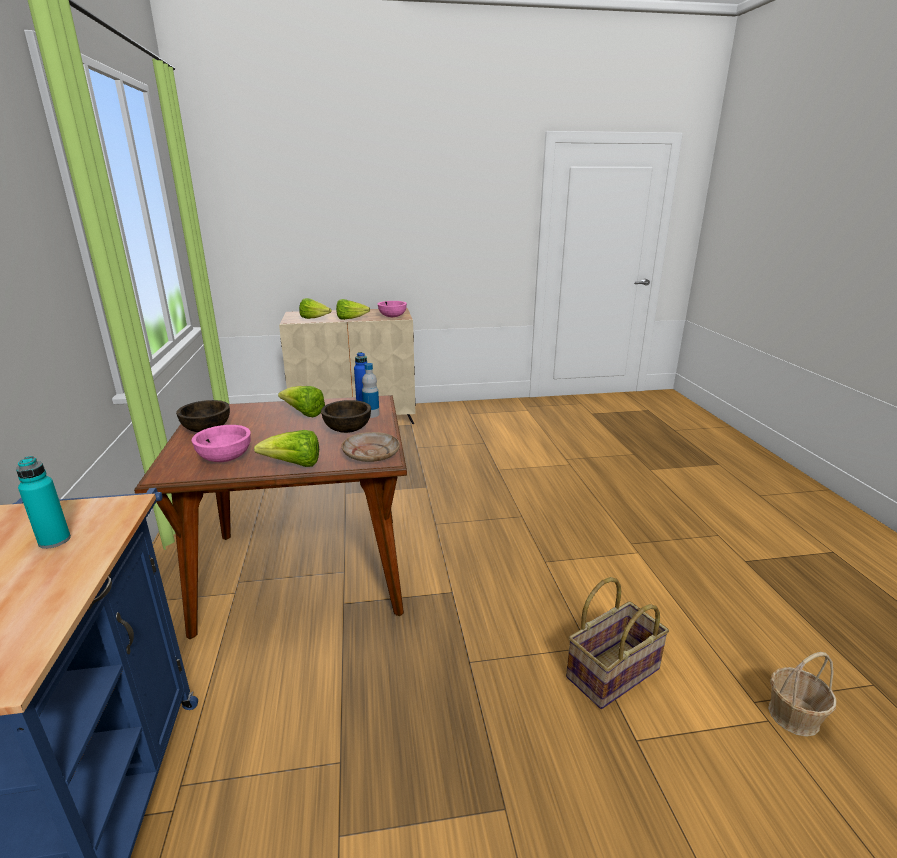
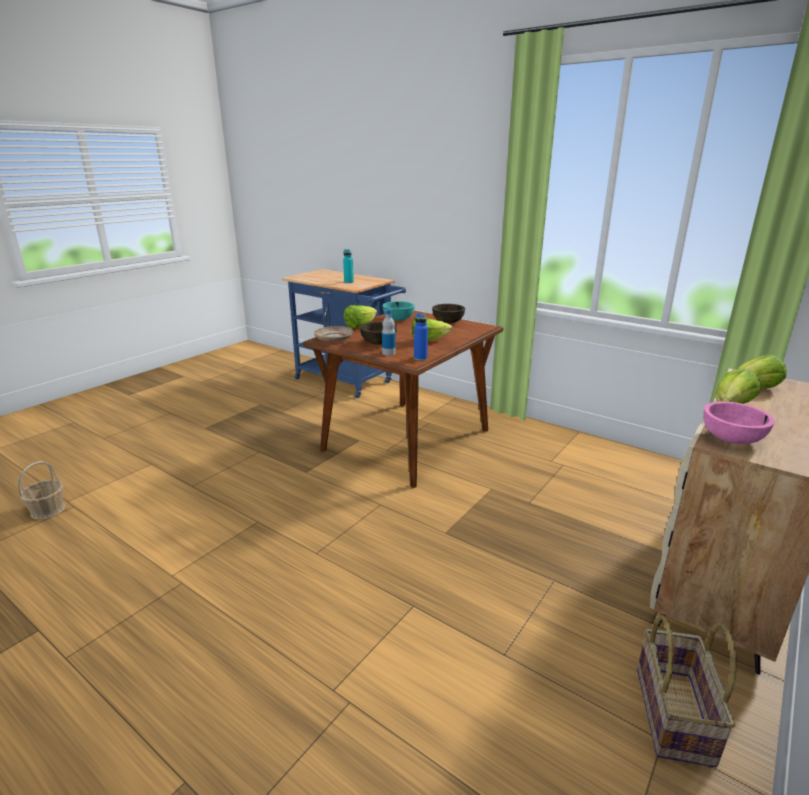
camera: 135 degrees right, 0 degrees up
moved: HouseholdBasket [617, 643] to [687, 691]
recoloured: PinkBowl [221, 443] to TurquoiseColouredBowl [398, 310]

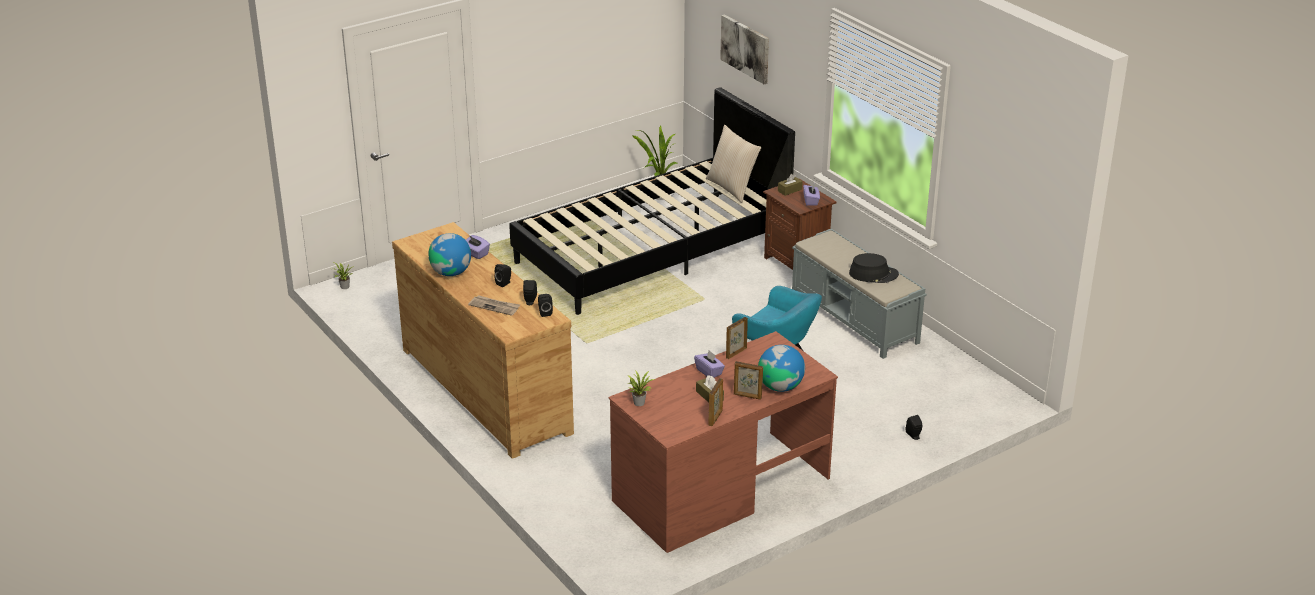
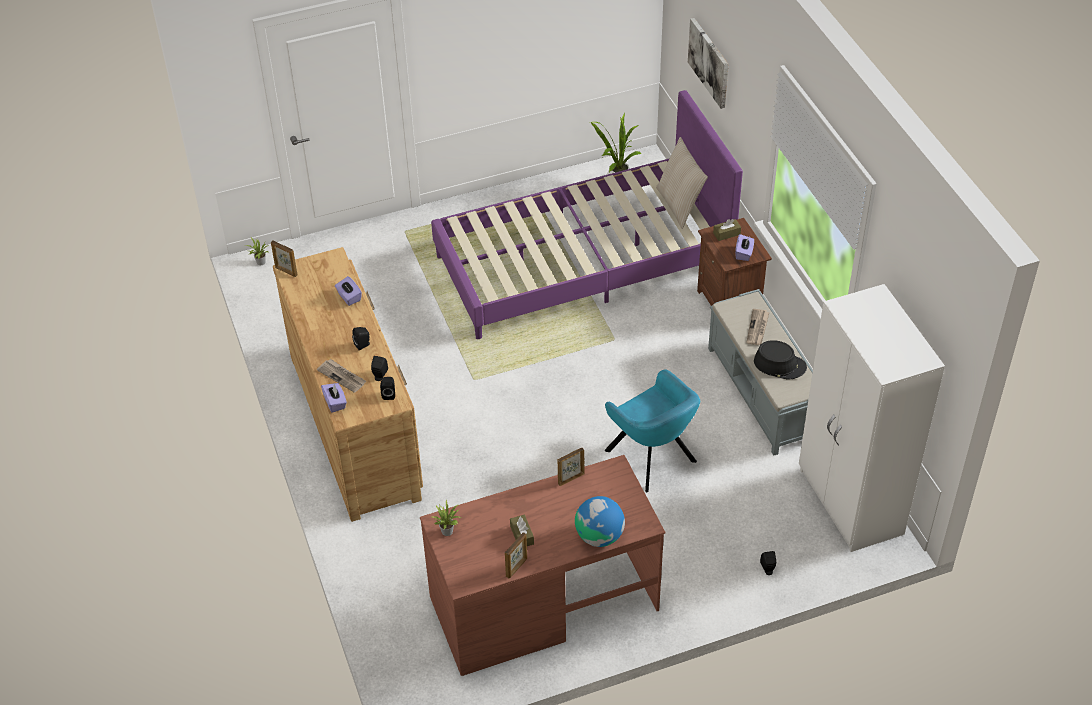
camera: 15 degrees right, 15 degrees up
removed: WorldGlobe [449, 254]
added: PrintedPaper [758, 327]; WhitishWardrobe [872, 418]
moved: PurpleTissueBox [709, 364] to [334, 398]; PhotoFrame [748, 380] to [284, 259]
recoloured: BlackishBedroomBed [652, 201] to PurpleBedroomBed [587, 214]

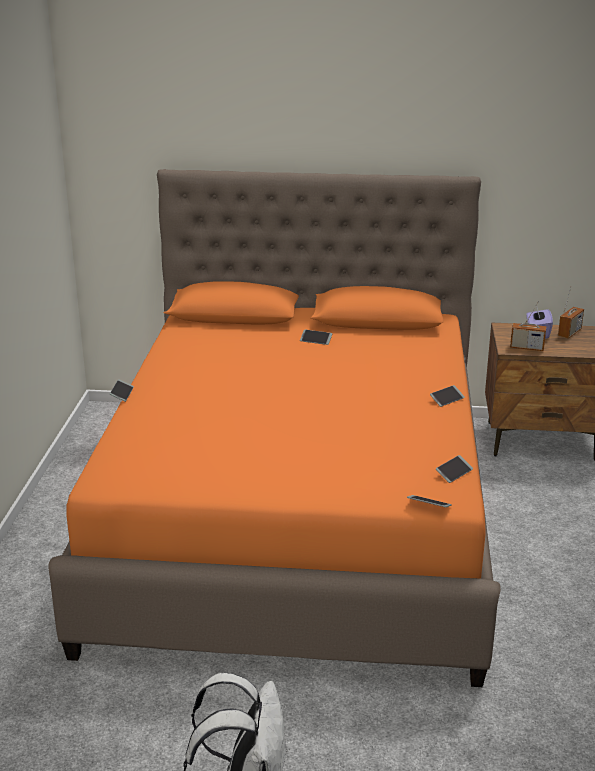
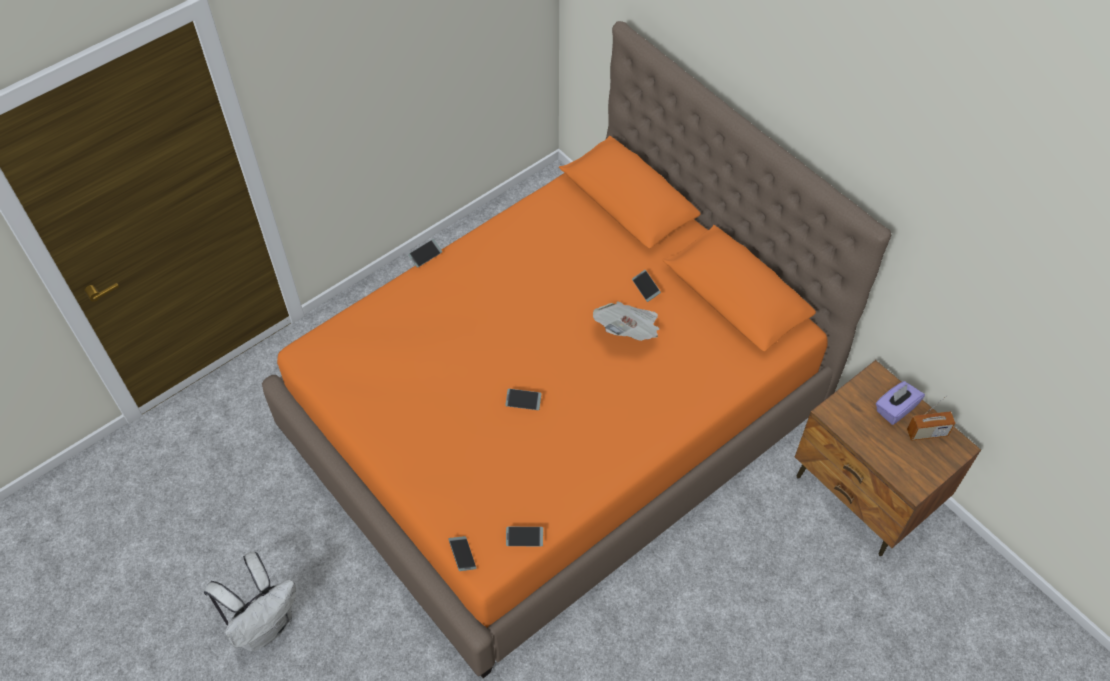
camera: 45 degrees right, 30 degrees up
removed: RadioSet [528, 326]
added: PrintedPaper [626, 321]
moved: Handset [447, 396] to [523, 399]

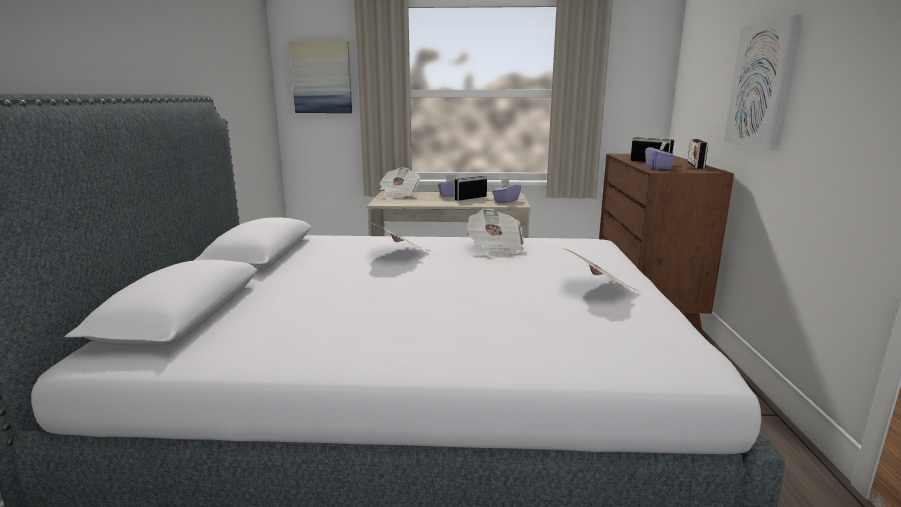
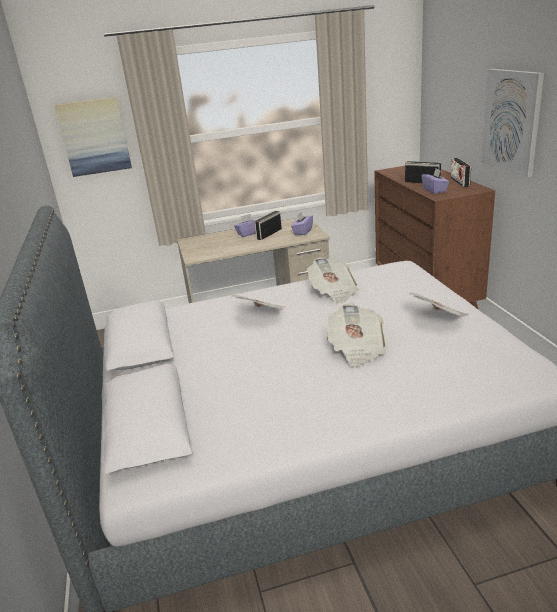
camera: 15 degrees left, 10 degrees up
moved: PrintedPaper [400, 183] to [356, 335]

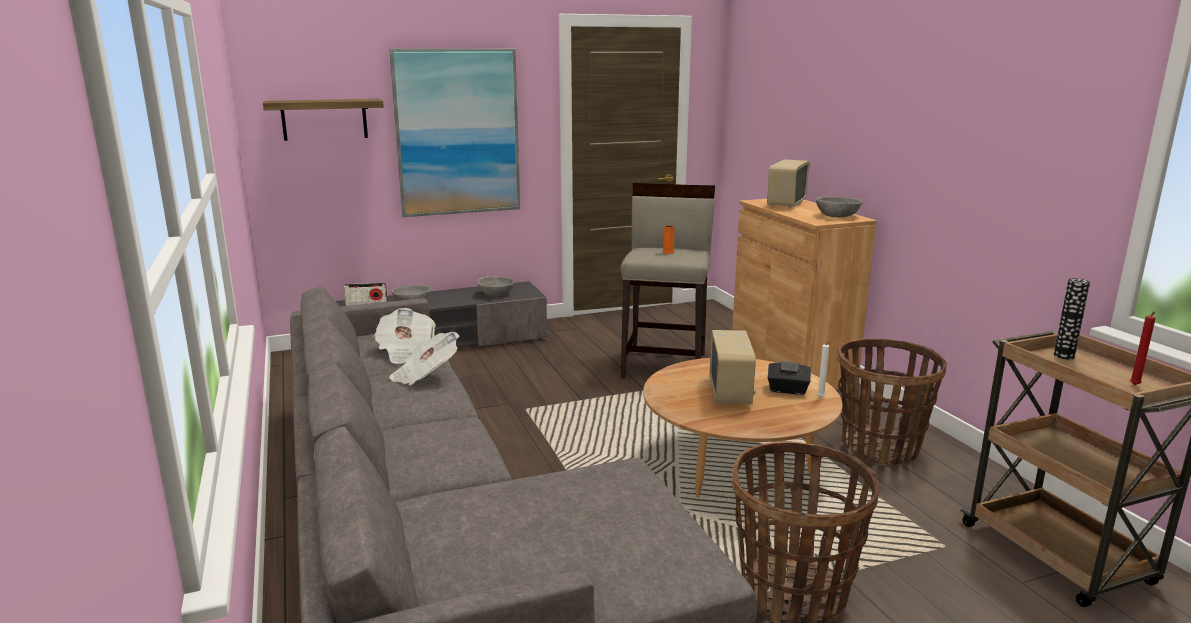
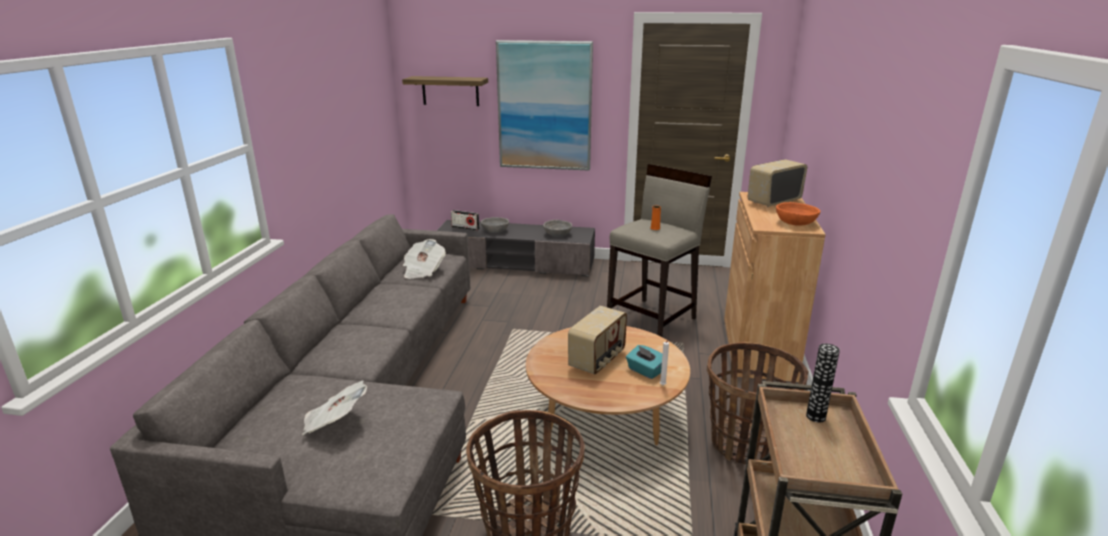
camera: 30 degrees right, 5 degrees up
removed: ReddishWaxCandle [1143, 348]
moved: PrintedPaper [424, 358] to [334, 407]
recoloured: BlackishTissueBox [789, 378] to TurquoiseColouredTissueBox [644, 362]; GreyishBowl [839, 207] to OrangeBowl [798, 214]

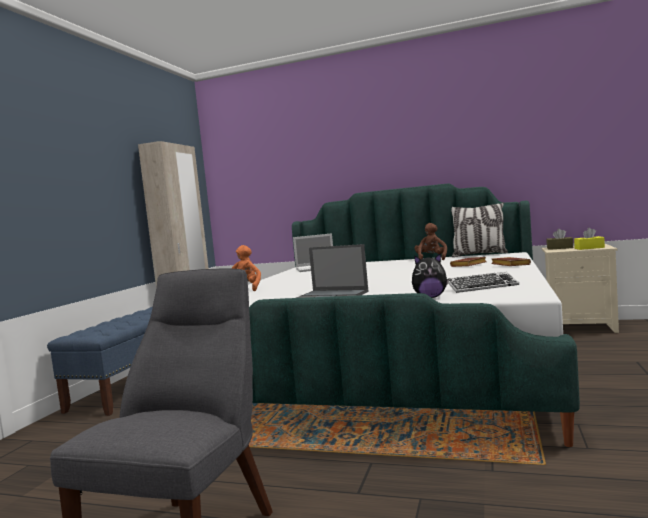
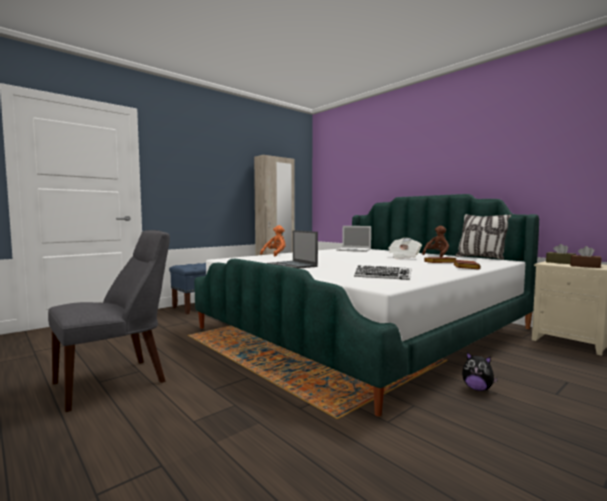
camera: 30 degrees right, 0 degrees up
added: PrintedPaper [405, 248]
moved: CuddlyToy [430, 275] to [480, 371]
recoloured: YellowishTissueBox [589, 239] to BrownTissueBox [585, 257]

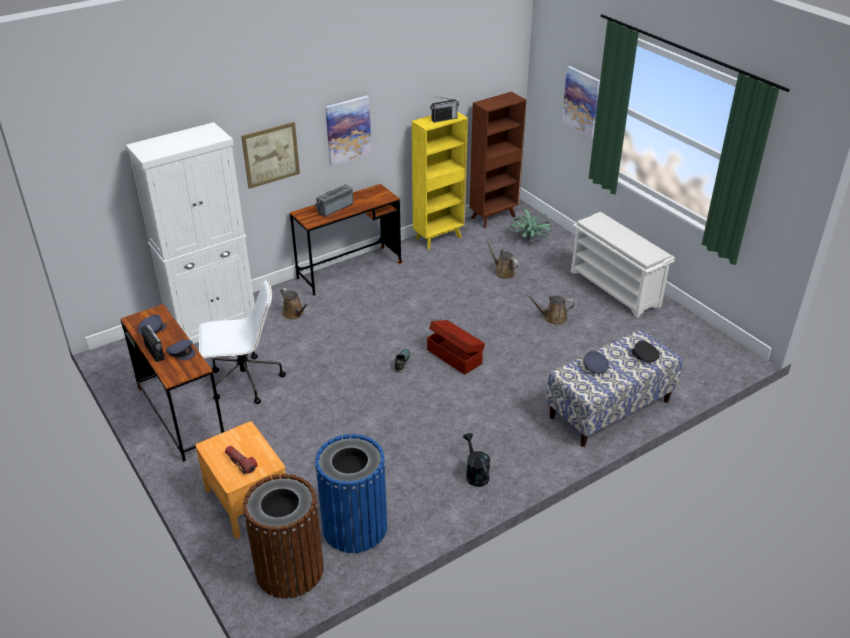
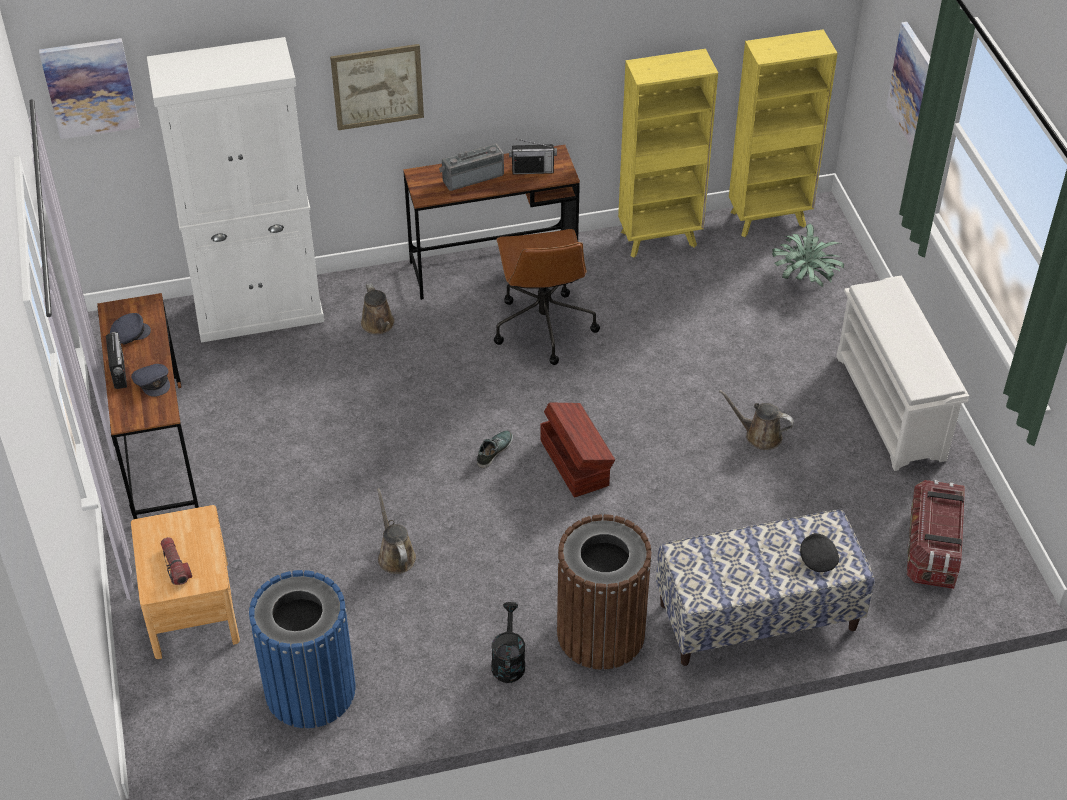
camera: 20 degrees right, 10 degrees up
removed: WhitishOfficeChair [242, 341]; GreyishPeakedCap [596, 362]
added: BrownOfficeChair [547, 297]; StorageBox [936, 534]
moved: BrownWasteBin [283, 536] to [604, 592]; WallPicture [348, 131] to [89, 88]; RadioSet [444, 110] to [533, 157]; BrownWateringCan [502, 259] to [396, 531]
recoloured: BrownBookcase [498, 160] to YellowishBookcase [783, 133]

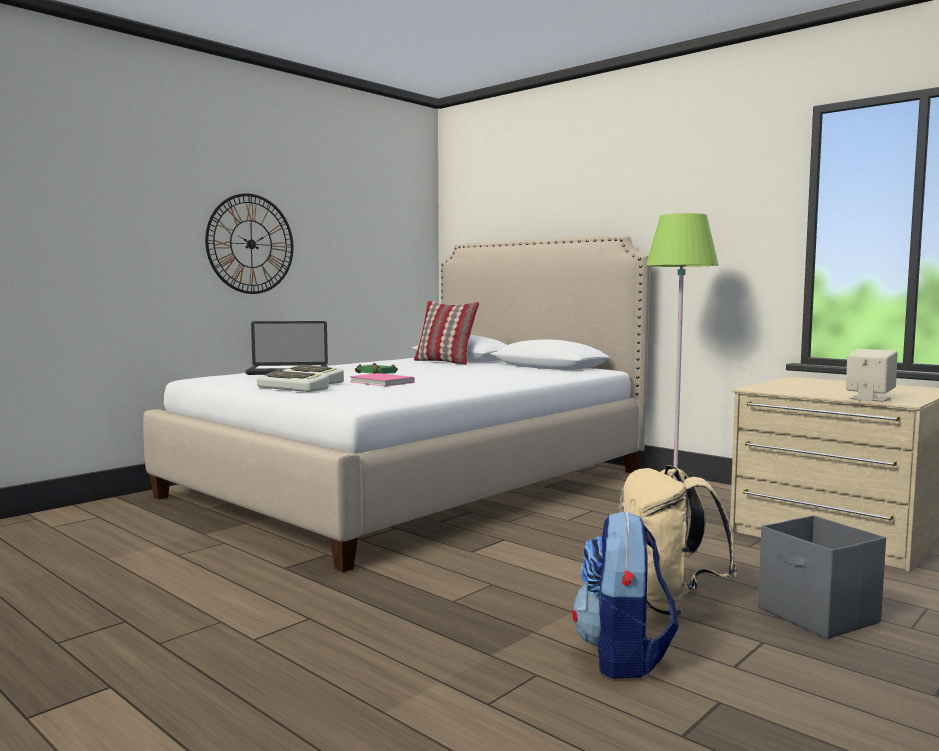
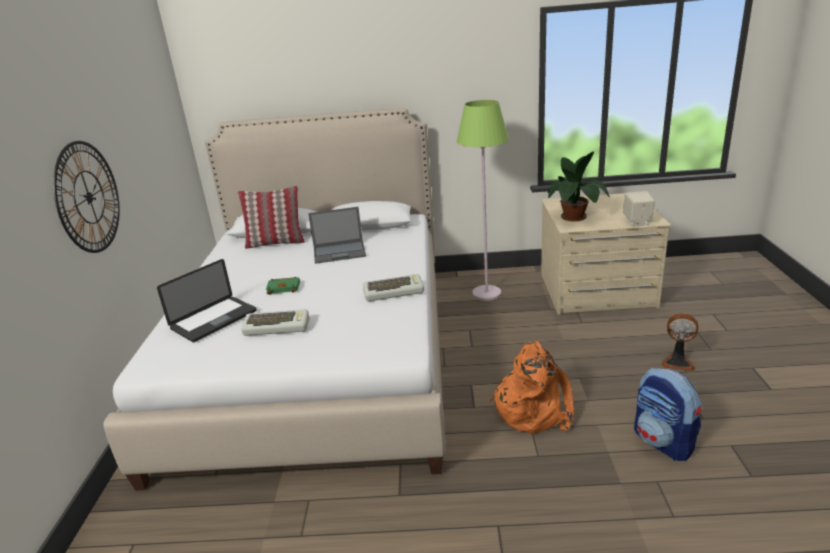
camera: 40 degrees left, 20 degrees up
removed: PinkVolume [382, 379]; BeigeColouredRucksack [678, 540]
added: PortableComputer [337, 235]; OrangeRucksack [532, 387]; PlantInAPot [579, 186]
moved: Keyboard [293, 381] to [393, 287]
replaced: GreyishStorageBox [822, 577] to CoolingFan [679, 342]

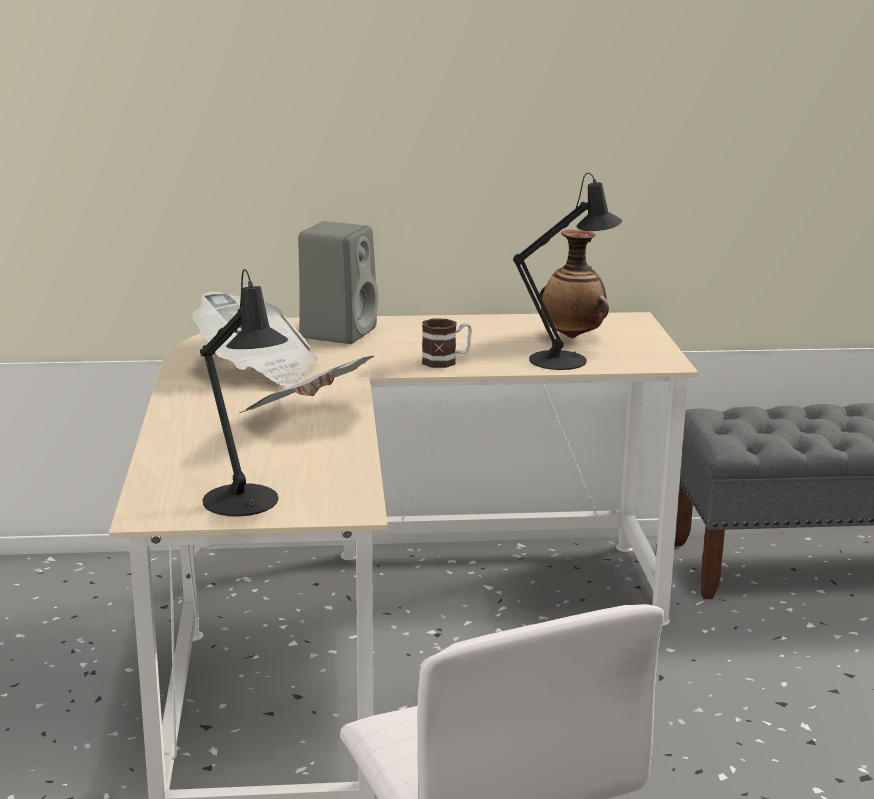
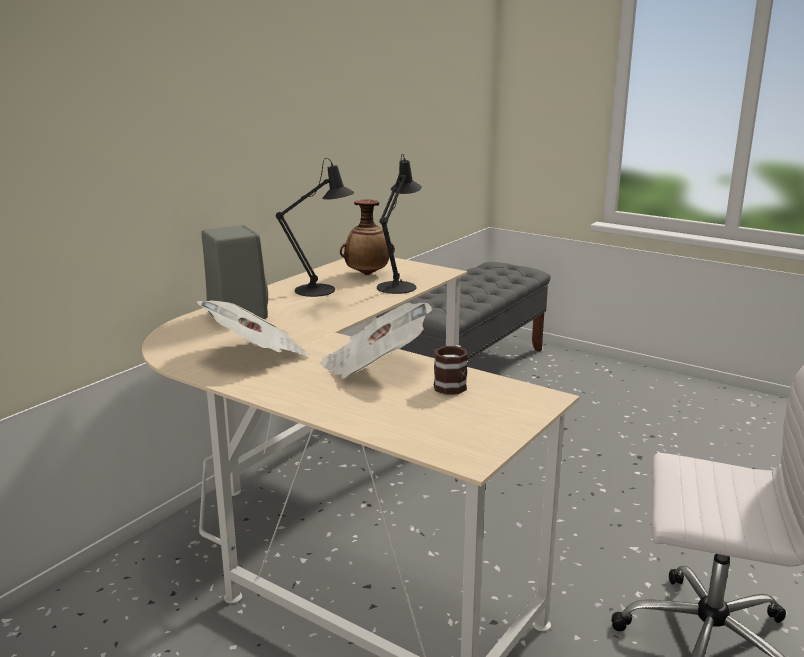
camera: 50 degrees left, 0 degrees up
moved: BlackishLampForATable [244, 392] to [315, 227]; TeaMug [447, 343] to [451, 370]

